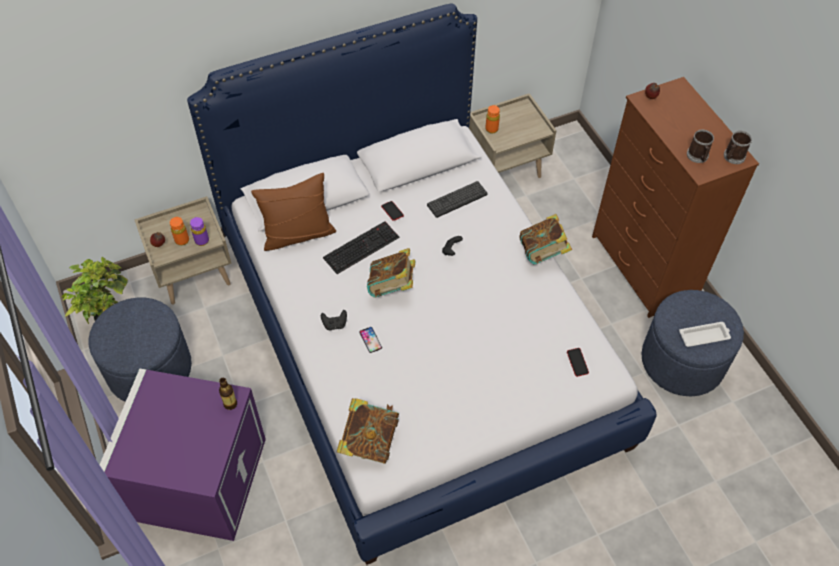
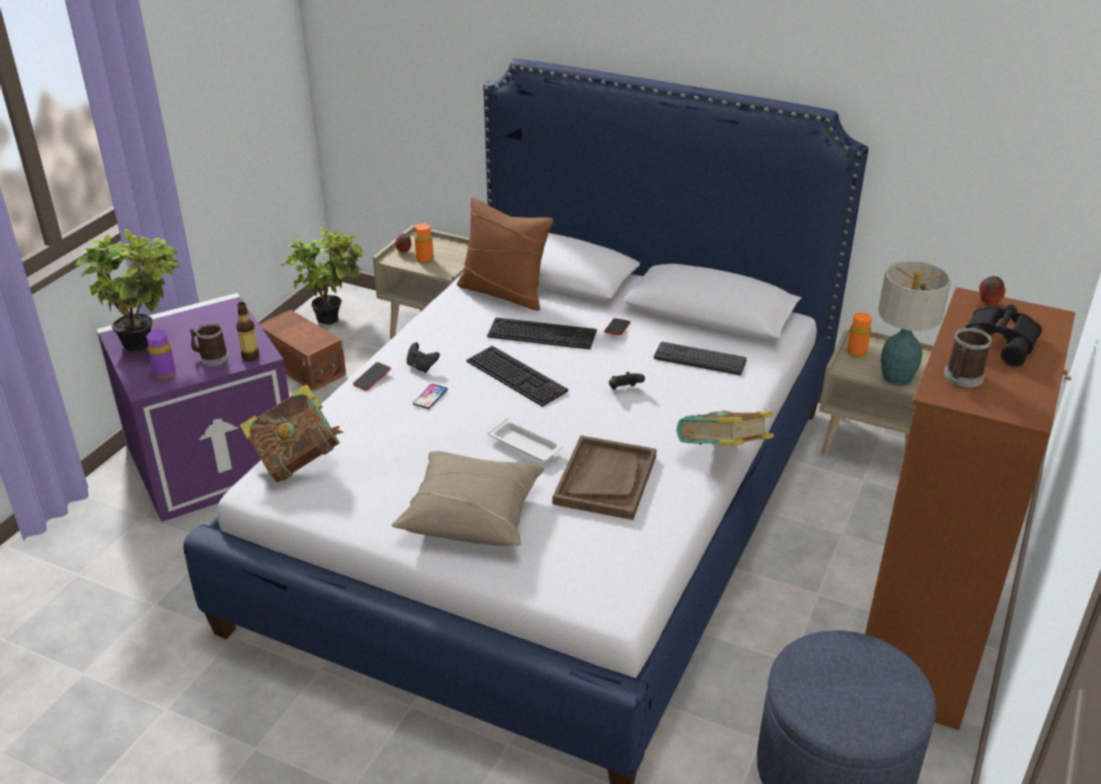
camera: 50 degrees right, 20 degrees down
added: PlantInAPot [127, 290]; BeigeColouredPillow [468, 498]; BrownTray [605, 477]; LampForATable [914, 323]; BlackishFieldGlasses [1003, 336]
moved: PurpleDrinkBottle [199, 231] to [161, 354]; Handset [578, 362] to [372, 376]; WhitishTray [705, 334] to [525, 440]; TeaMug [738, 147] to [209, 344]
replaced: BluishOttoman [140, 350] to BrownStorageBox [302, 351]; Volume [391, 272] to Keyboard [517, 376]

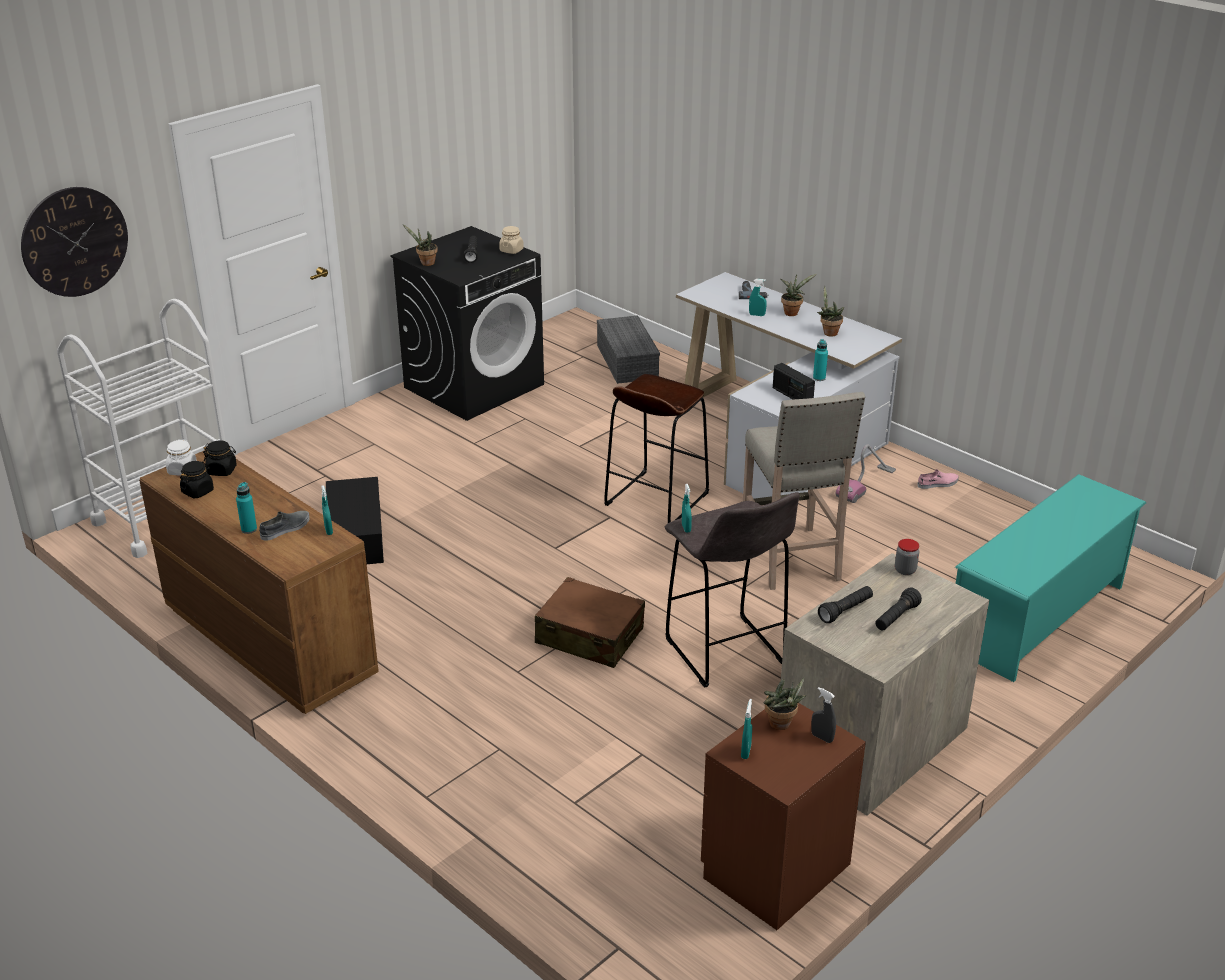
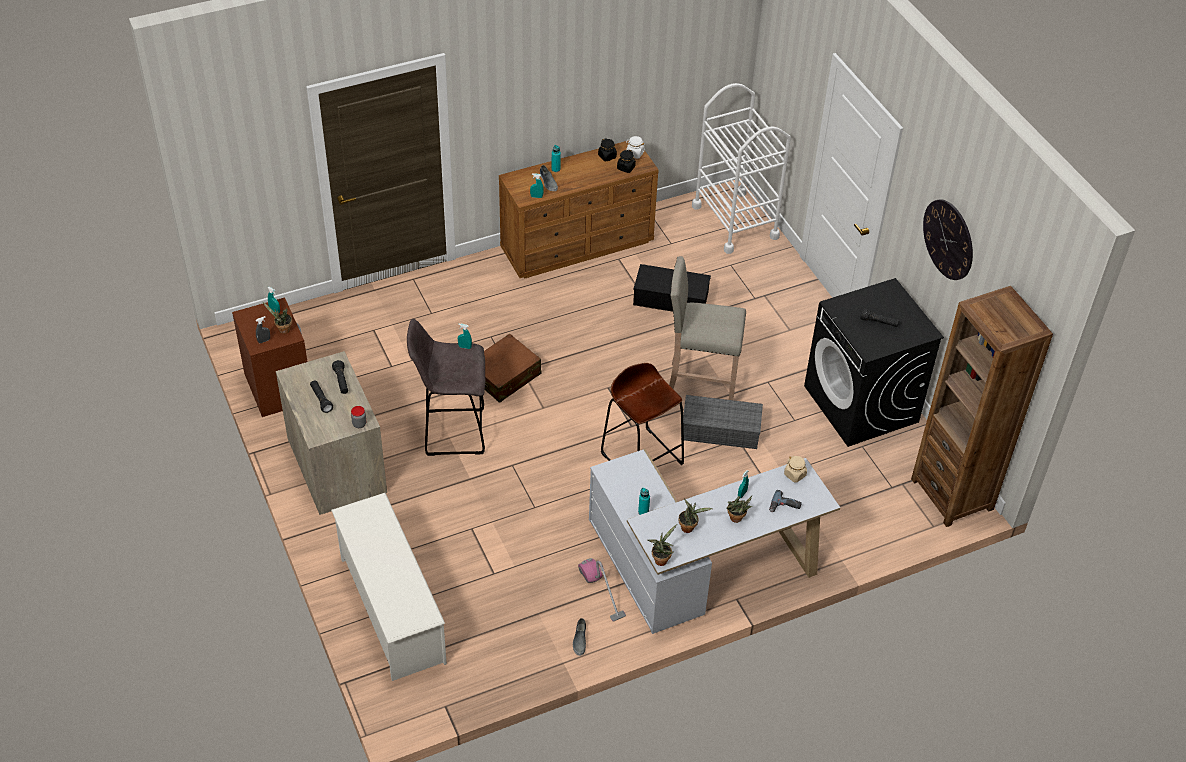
camera: 110 degrees right, 15 degrees up
removed: RadioSet [794, 381]
added: BrownBookcase [982, 406]
moved: HangingClock [74, 242] to [948, 240]; PlantInAPot [420, 245] to [662, 545]; BeigeColouredJar [511, 240] to [795, 469]; GreyishStorageBox [628, 349] to [723, 422]; BeigeColouredStool [804, 491] to [707, 328]
recoloured: PinkShoe [938, 479] to GreyishShoe [579, 637]; TurquoiseColouredShoeStand [1050, 578] to WhitishShoeStand [389, 587]

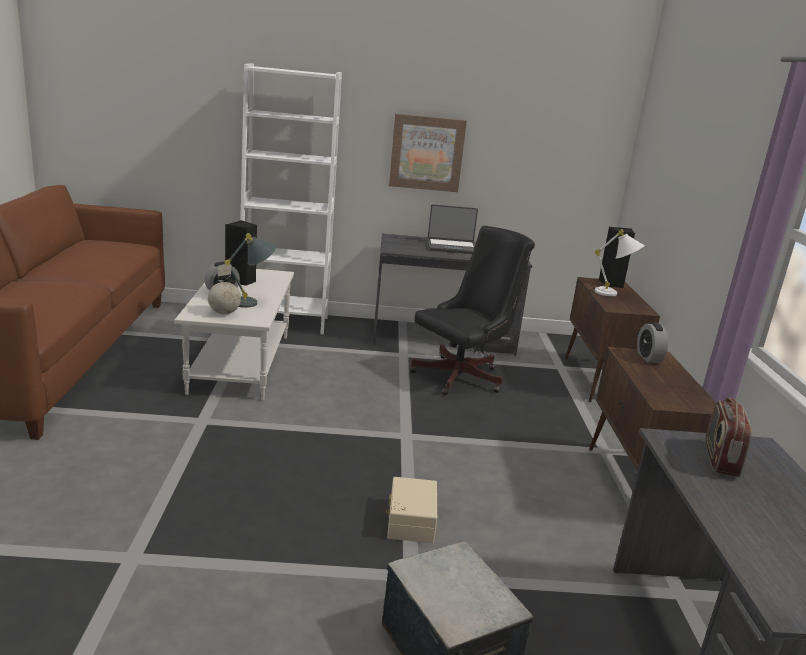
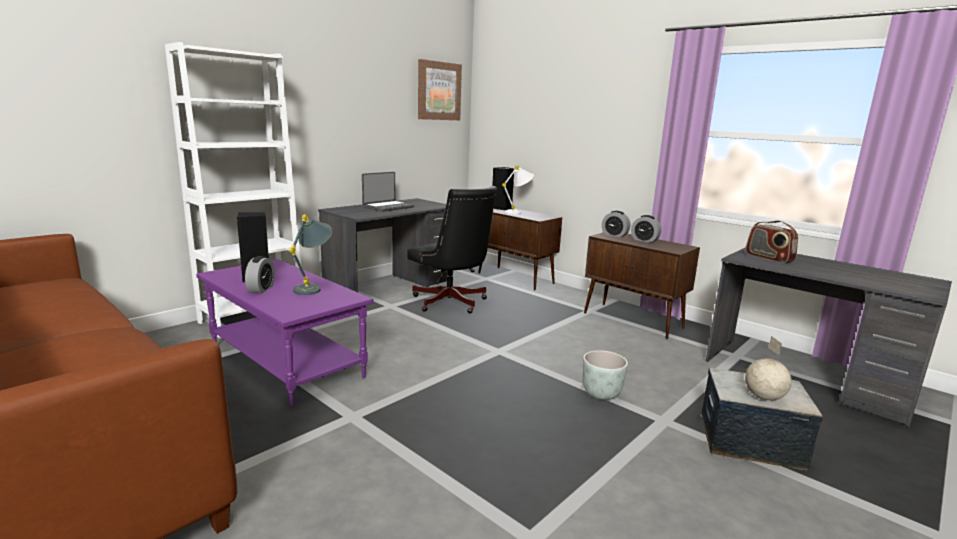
camera: 45 degrees left, 5 degrees down
added: BedsideClock [646, 229]
moved: WorldGlobe [224, 289] to [768, 368]; WallPicture [428, 153] to [440, 89]
replaced: BeigeColouredStorageBox [411, 510] to GreyishFlowerPot [605, 375]
recoloured: WhitishCoffeeTable [234, 335] to PurpleCoffeeTable [284, 333]
turned: BlackishOfficeChair [472, 310] = [452, 249] 135 degrees clockwise

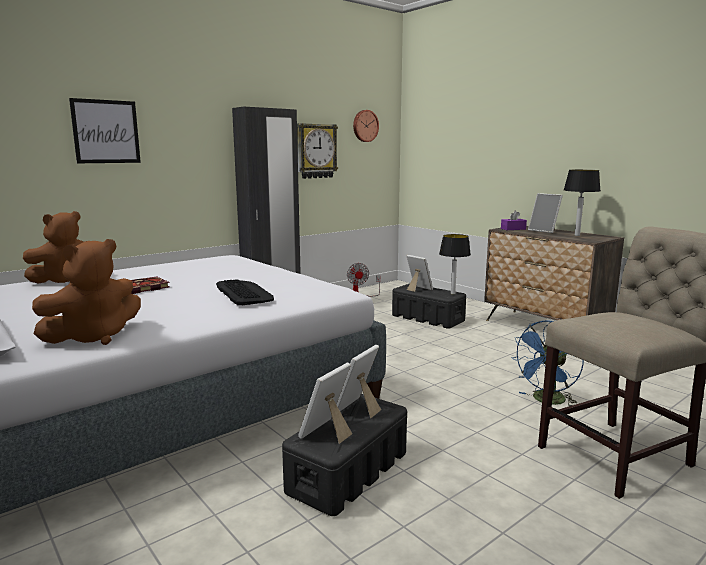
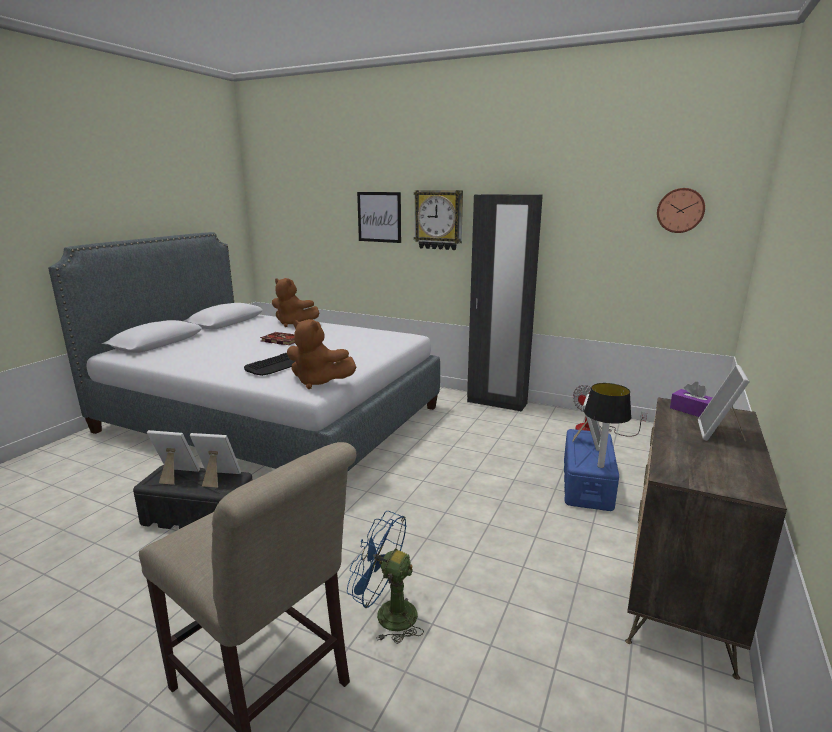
camera: 65 degrees right, 5 degrees up
removed: LampForATable [582, 203]
moved: BrownCuddlyToy [86, 292] to [321, 354]; HangingClock [317, 151] to [438, 220]
recoloured: BlackishStorageBox [429, 306] to BluishStorageBox [591, 470]

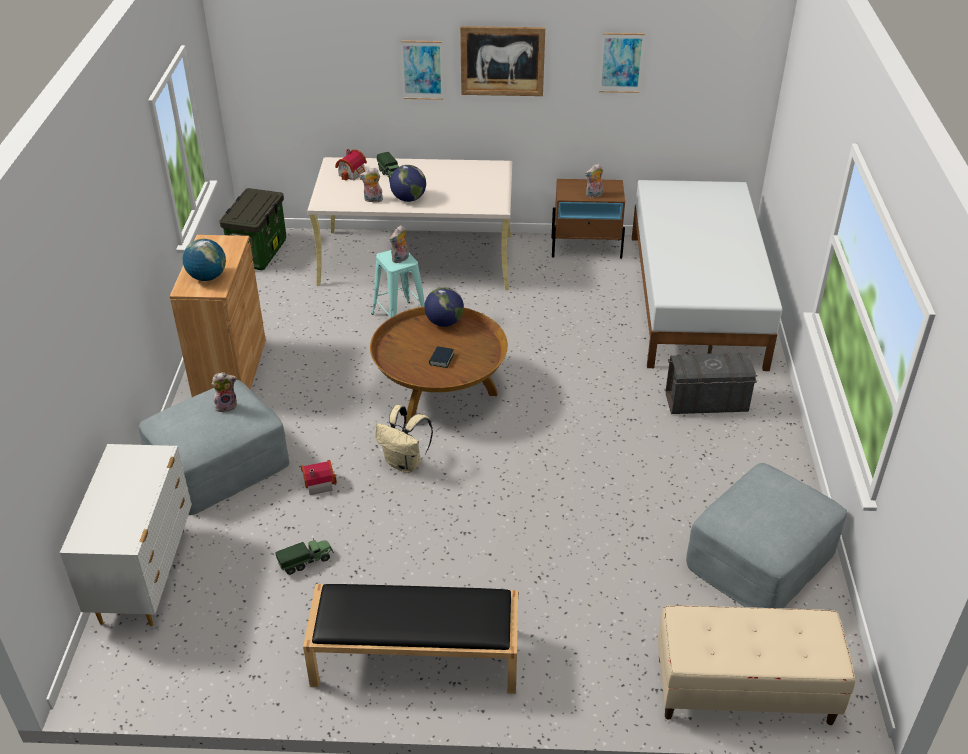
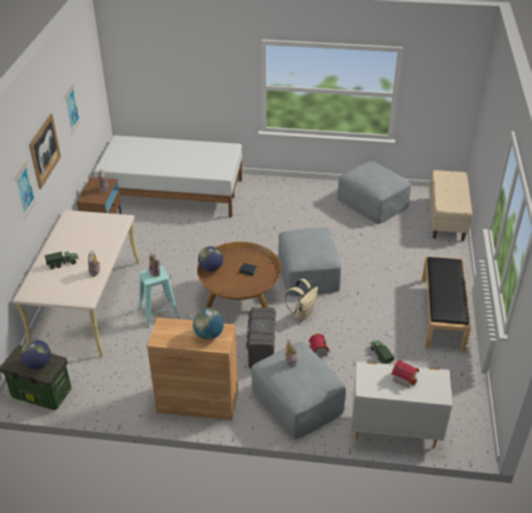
camera: 85 degrees left, 0 degrees up
added: GreyishOttoman [309, 262]
moved: MiniatureHouse [351, 165] to [405, 374]; WorldGlobe [408, 183] to [35, 354]; GreyishStorageBox [711, 383] to [261, 337]

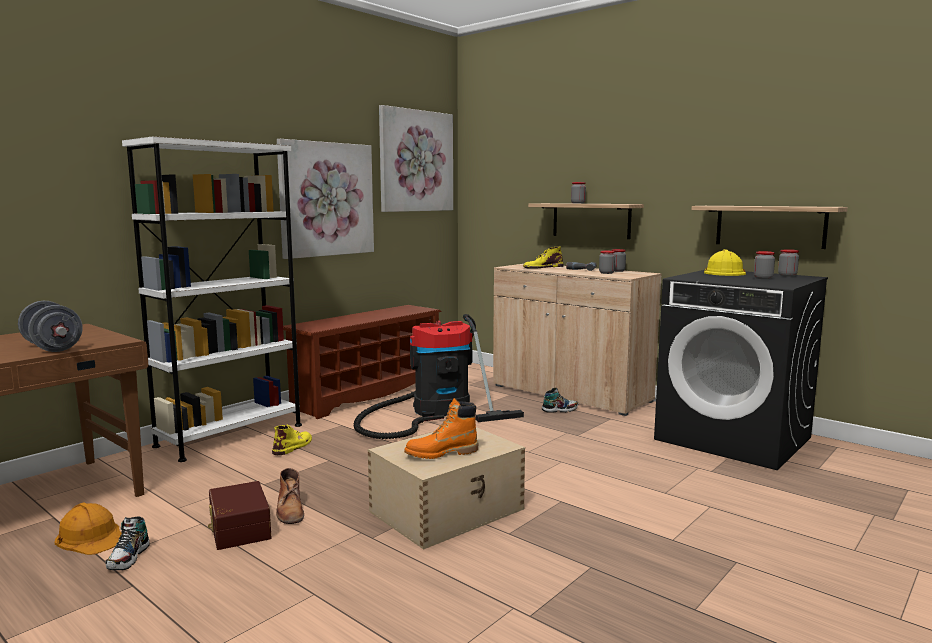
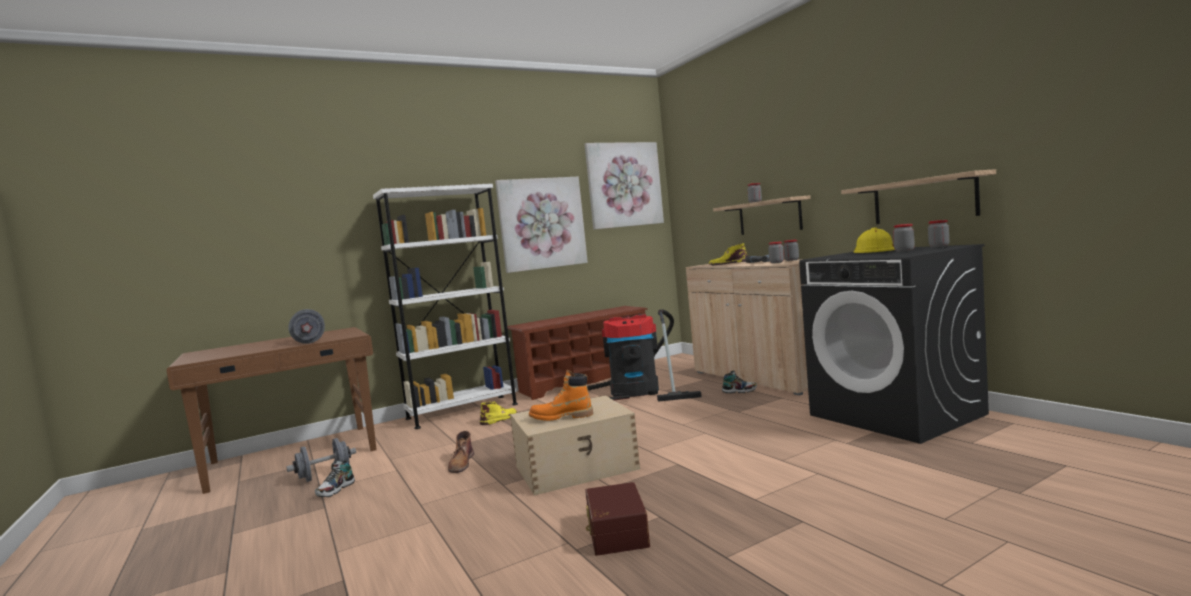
camera: 20 degrees right, 5 degrees down
moved: BrownStorageBox [239, 515] to [617, 519]
replaced: OrangeSafetyHelmet [88, 528] to GreyishDumbbell [321, 460]

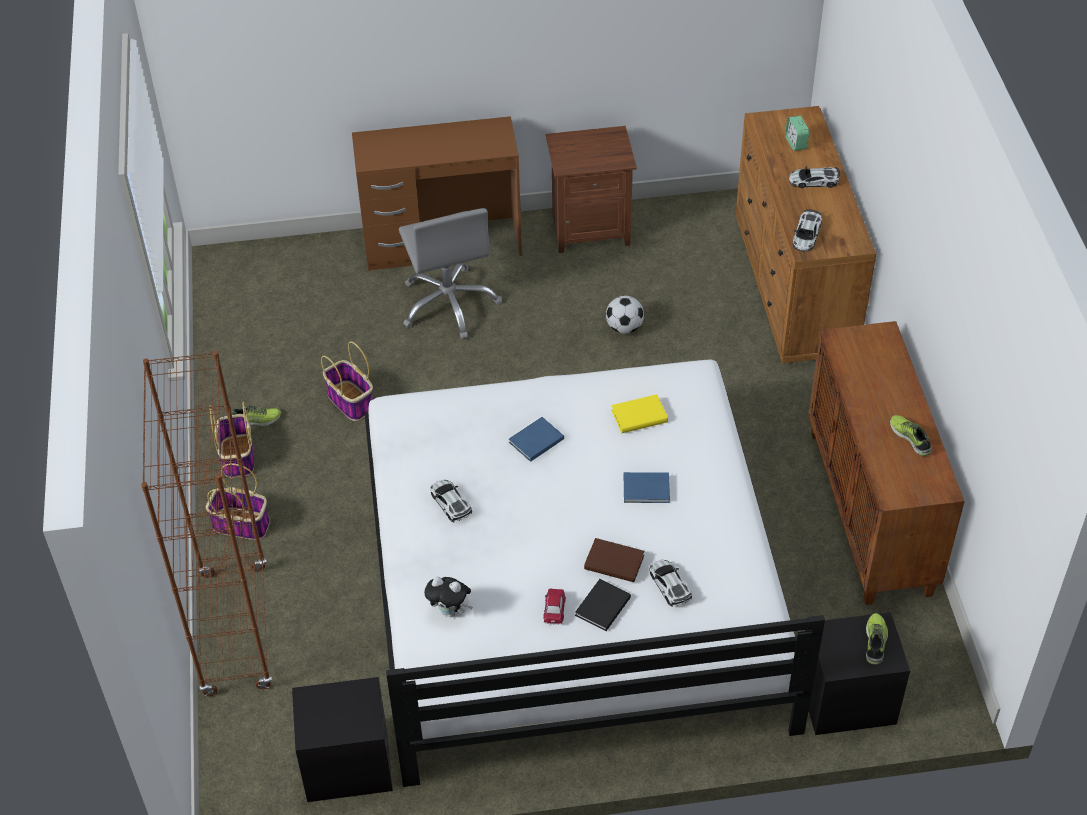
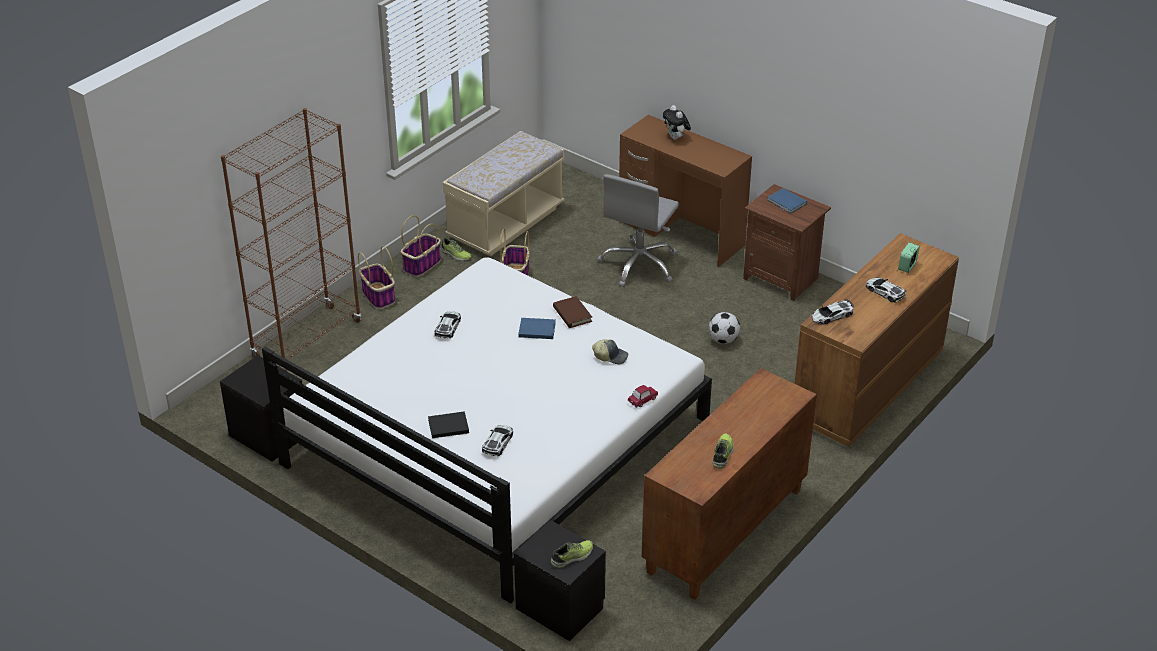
camera: 45 degrees right, 10 degrees down
added: BeigeColouredIndoorBench [503, 193]
moved: CuddlyToy [448, 597] to [677, 122]; MiniatureCar [554, 606] to [642, 396]; BrownVolume [614, 560] to [572, 312]; BluishVolume [647, 487] to [787, 201]
replaced: YellowishVolume [639, 413] to PeakedCap [610, 351]

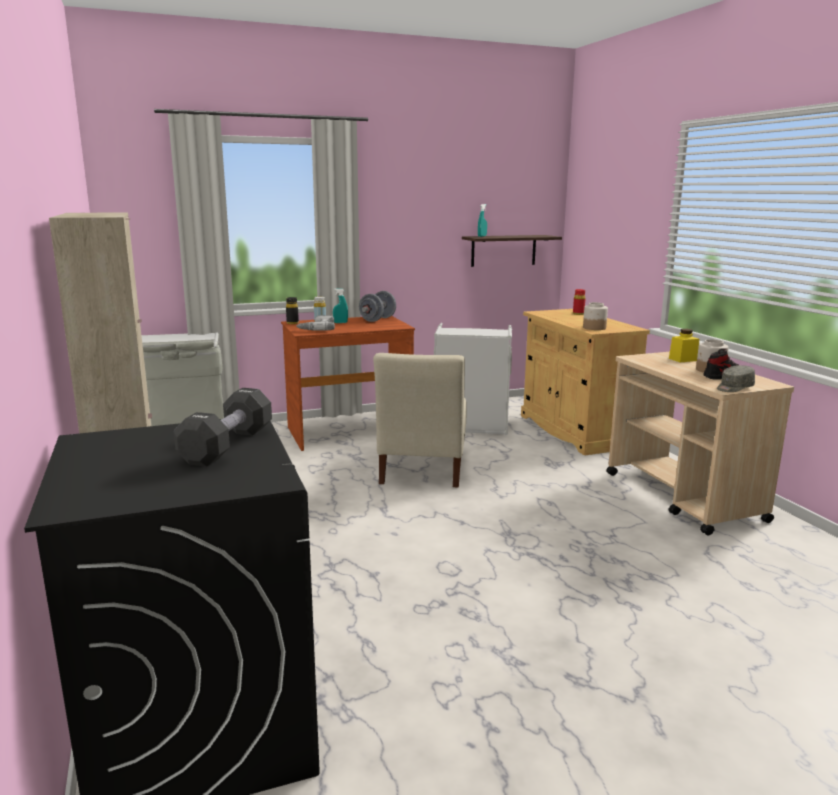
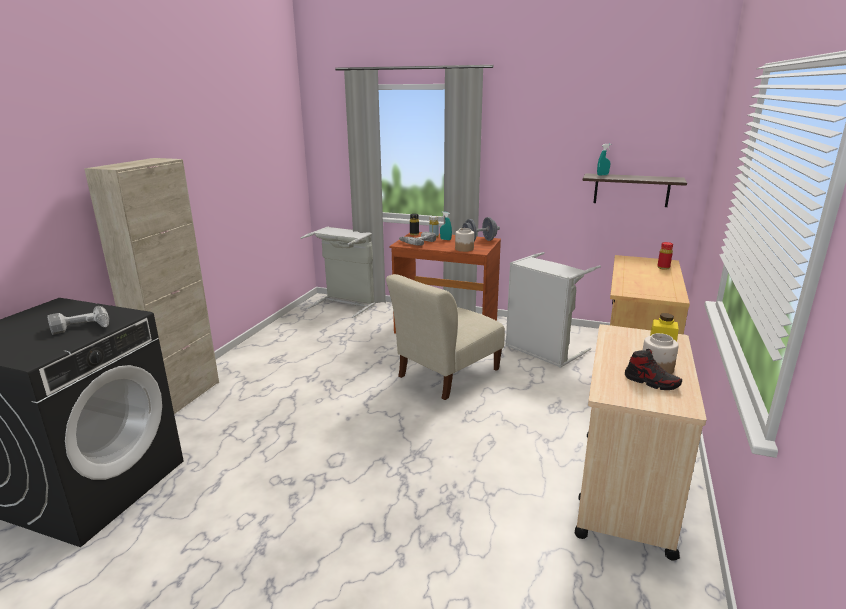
camera: 40 degrees right, 5 degrees up
removed: GreyishPeakedCap [736, 378]
moved: Jar [595, 316] to [464, 240]
replaced: BlackishDumbbell [223, 427] to PowerDrill [78, 320]

